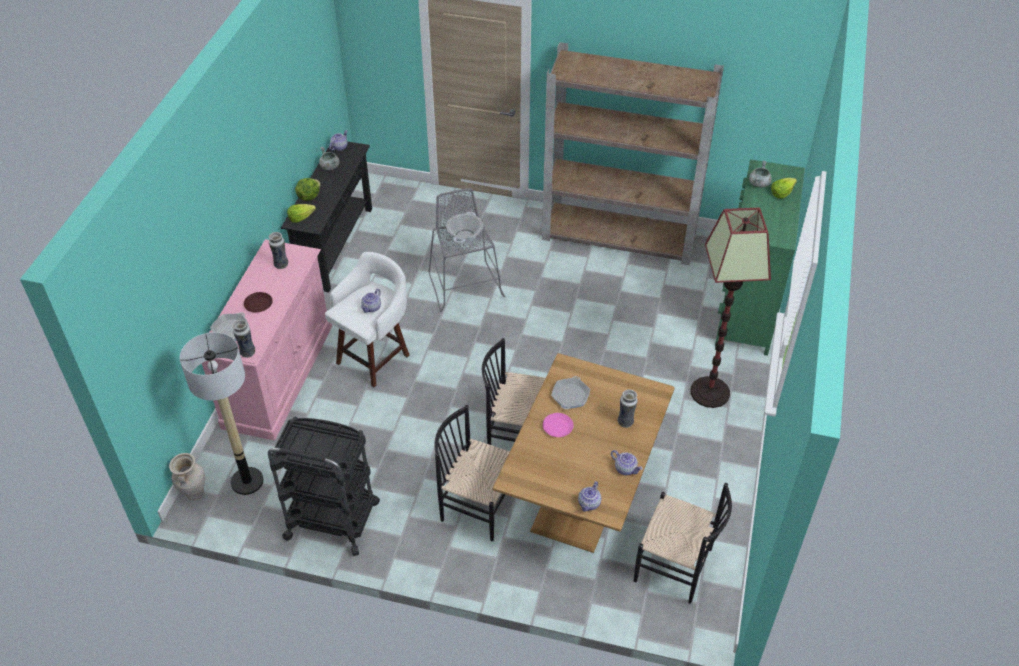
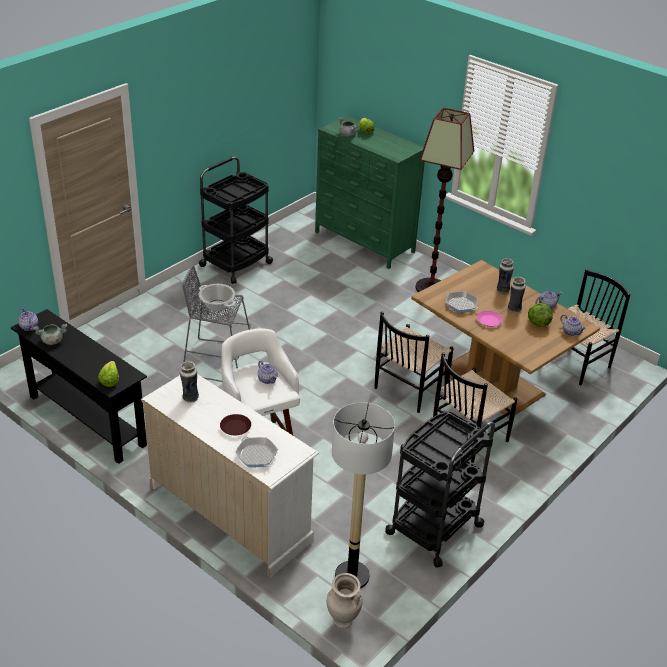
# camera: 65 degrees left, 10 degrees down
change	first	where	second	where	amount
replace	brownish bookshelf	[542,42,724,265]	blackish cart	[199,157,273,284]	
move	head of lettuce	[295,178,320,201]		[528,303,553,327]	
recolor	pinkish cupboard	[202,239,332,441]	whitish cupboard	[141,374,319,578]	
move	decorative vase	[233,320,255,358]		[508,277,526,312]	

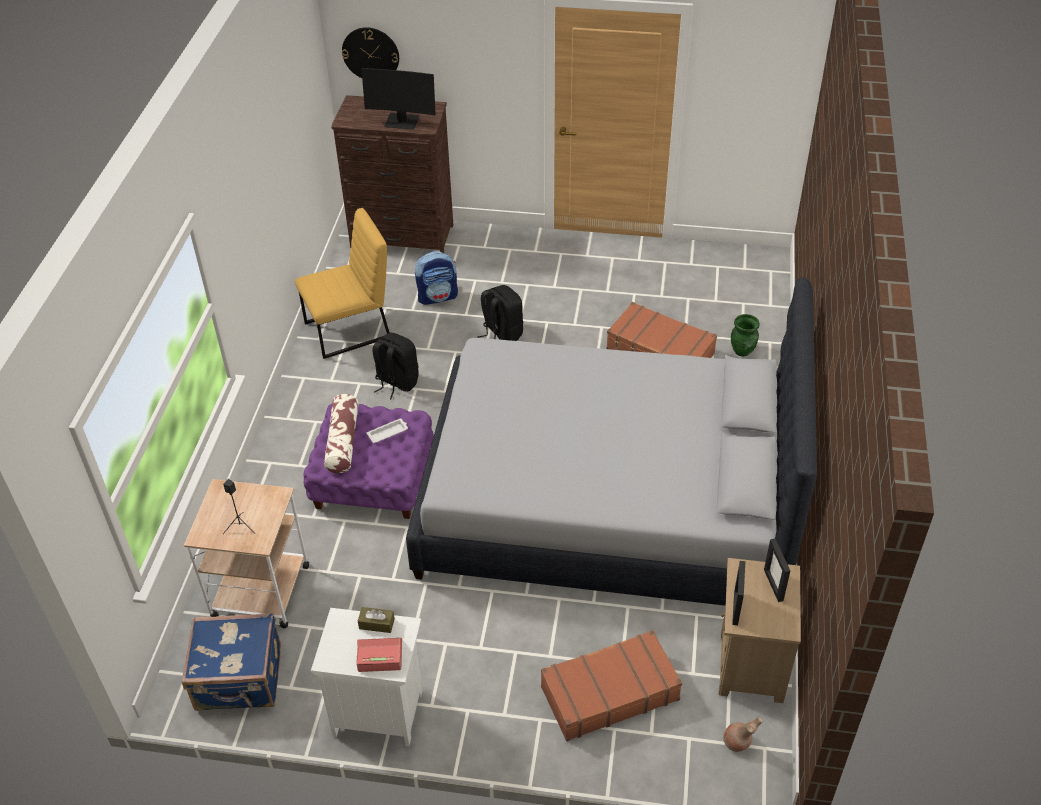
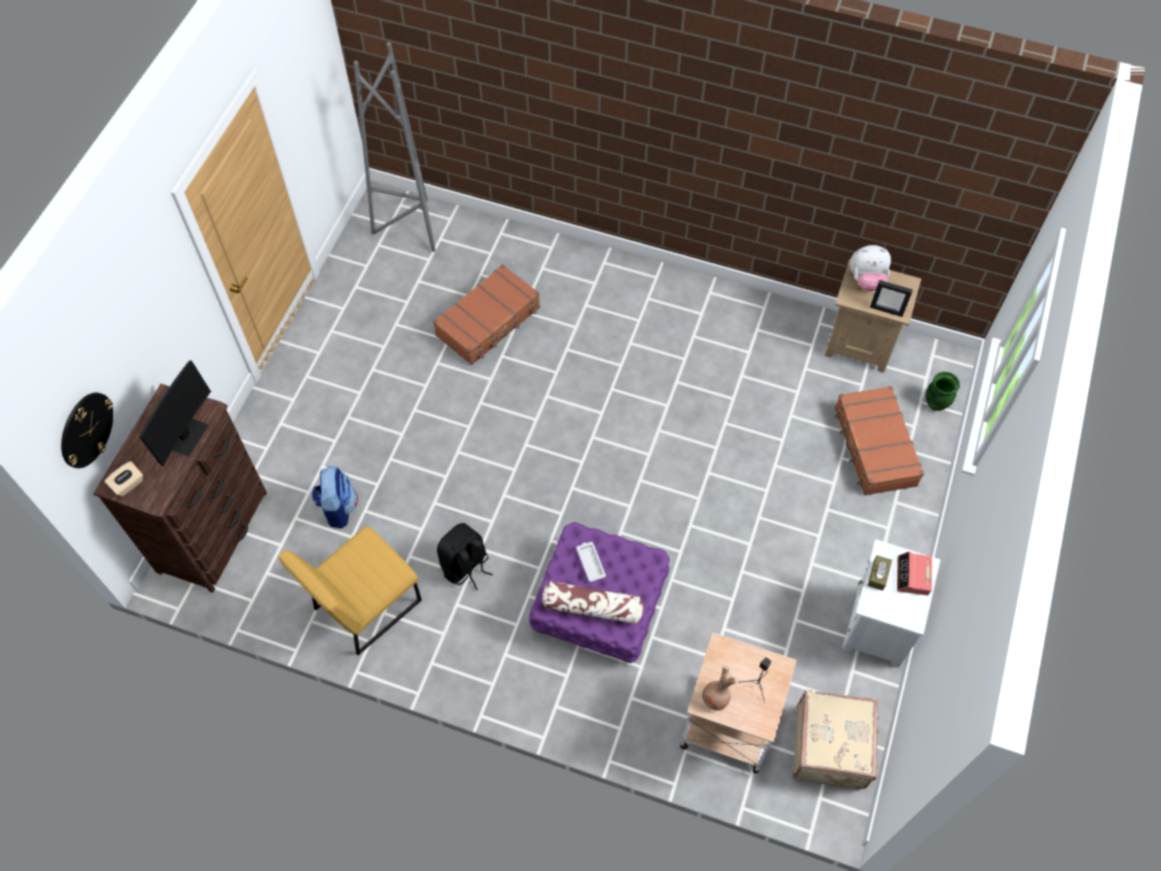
# camera: 80 degrees left, 15 degrees up
change	first	where	second	where	amount
rotate	yellow chair	[295,208,390,359]		[278,526,422,655]	120 degrees counterclockwise
delete	gray bedroom bed	[406,278,817,606]			
delete	blackish rucksack	[477,285,523,341]			
move	green-coloured decorative vase	[731,314,760,356]		[926,372,960,411]	
replace	picture frame	[764,538,790,602]	cuddly toy	[850,245,891,291]	
recolor	blue-coloured piece of luggage	[182,613,281,711]	beige-coloured piece of luggage	[793,690,879,789]	
move	brownish decorative vase	[723,717,763,752]		[702,666,738,711]	
insert			gray clothes rack	[354,42,436,252]	
insert			beige-coloured tissue holder	[105,461,143,497]	

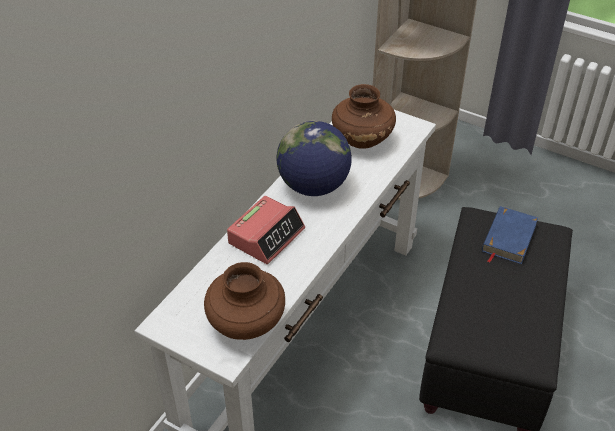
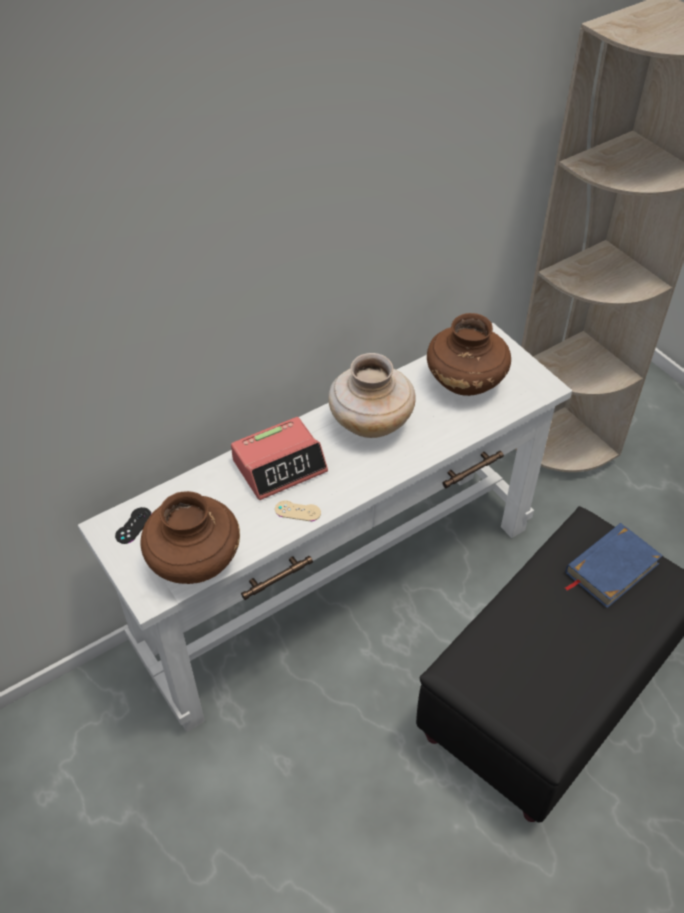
# camera: 25 degrees right, 5 degrees up
change	first	where	second	where	amount
replace	desk globe	[276,121,352,196]	beige-coloured decorative vase	[328,353,416,438]	
insert			beige-coloured joypad	[275,500,321,521]	
insert			blackish joypad	[115,507,152,544]	

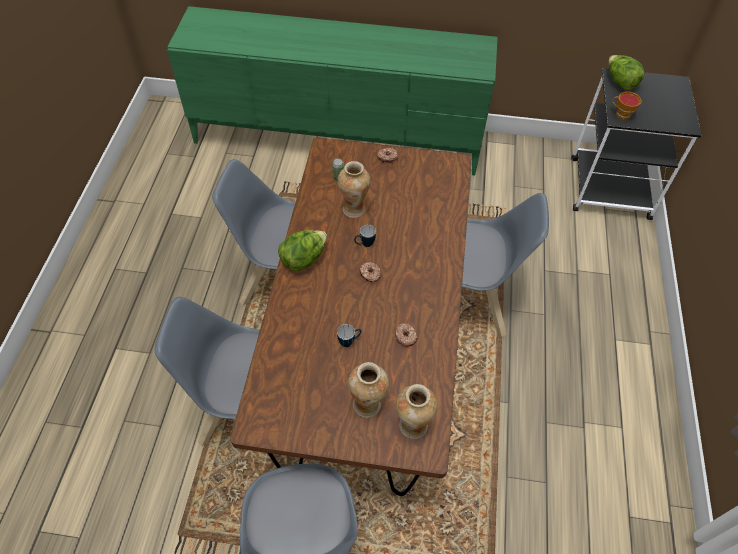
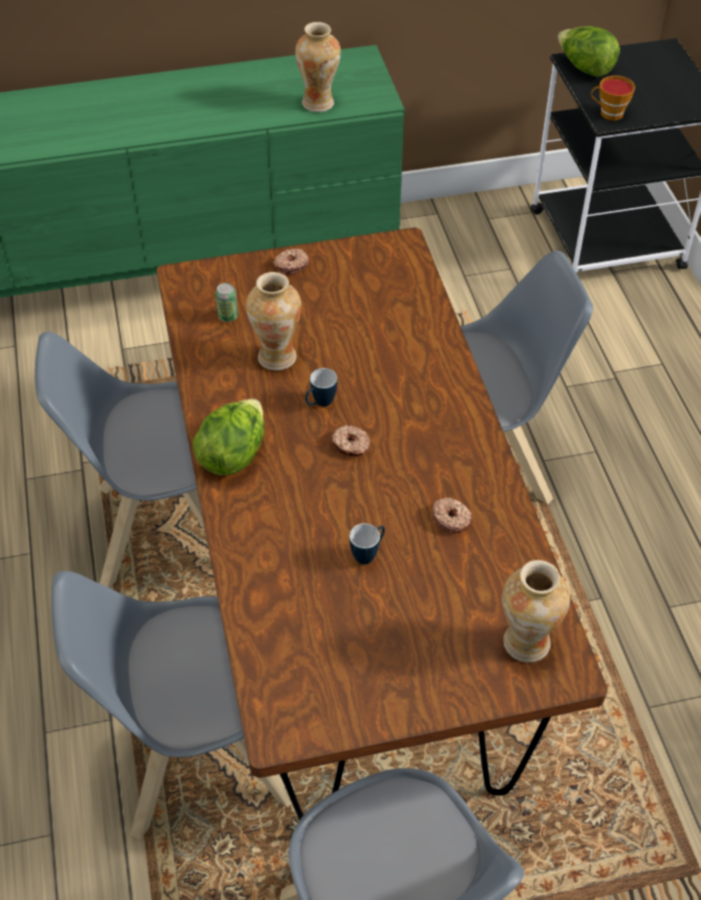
# camera: 20 degrees left, 5 degrees down
change	first	where	second	where	amount
move	decorative vase	[348,362,389,418]		[295,22,341,112]	

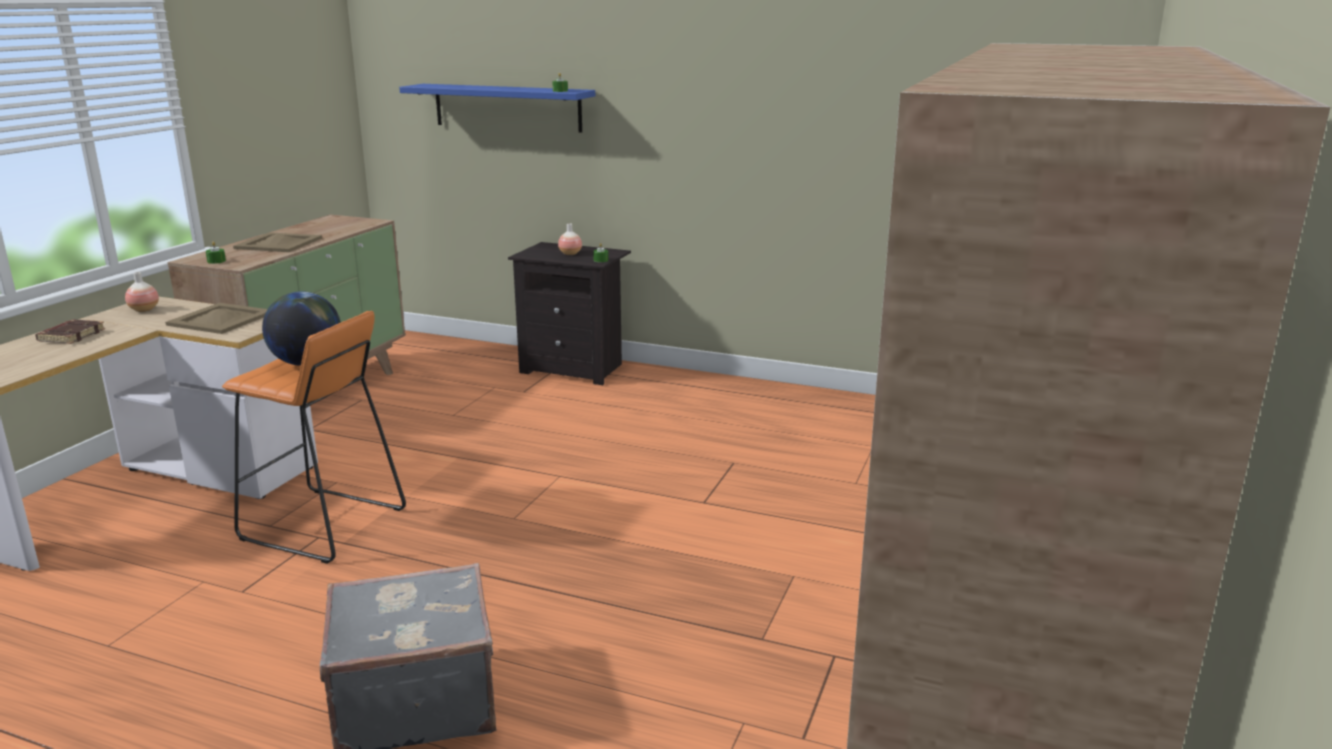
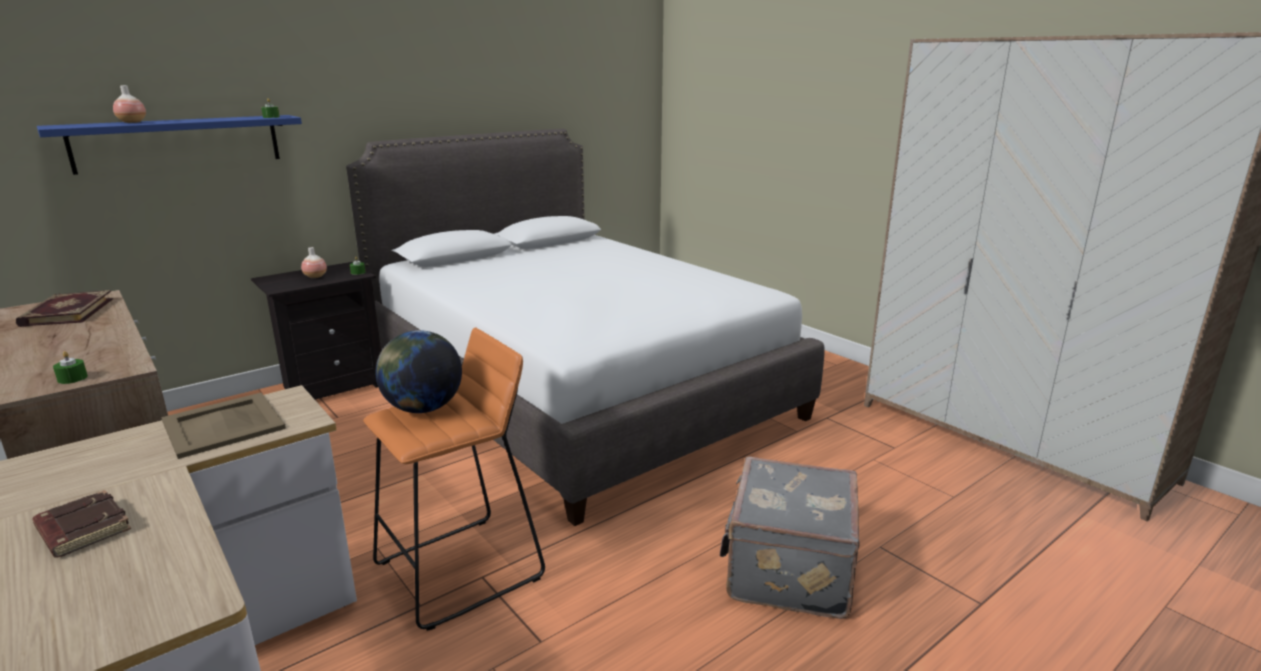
# camera: 60 degrees left, 0 degrees up
change	first	where	second	where	amount
delete	beige-coloured carrying tray	[233,232,322,252]			
move	decorative vase	[125,272,159,312]		[113,85,146,123]	
insert			whitish bedroom bed	[346,129,824,526]	
insert			volume	[16,290,113,327]	

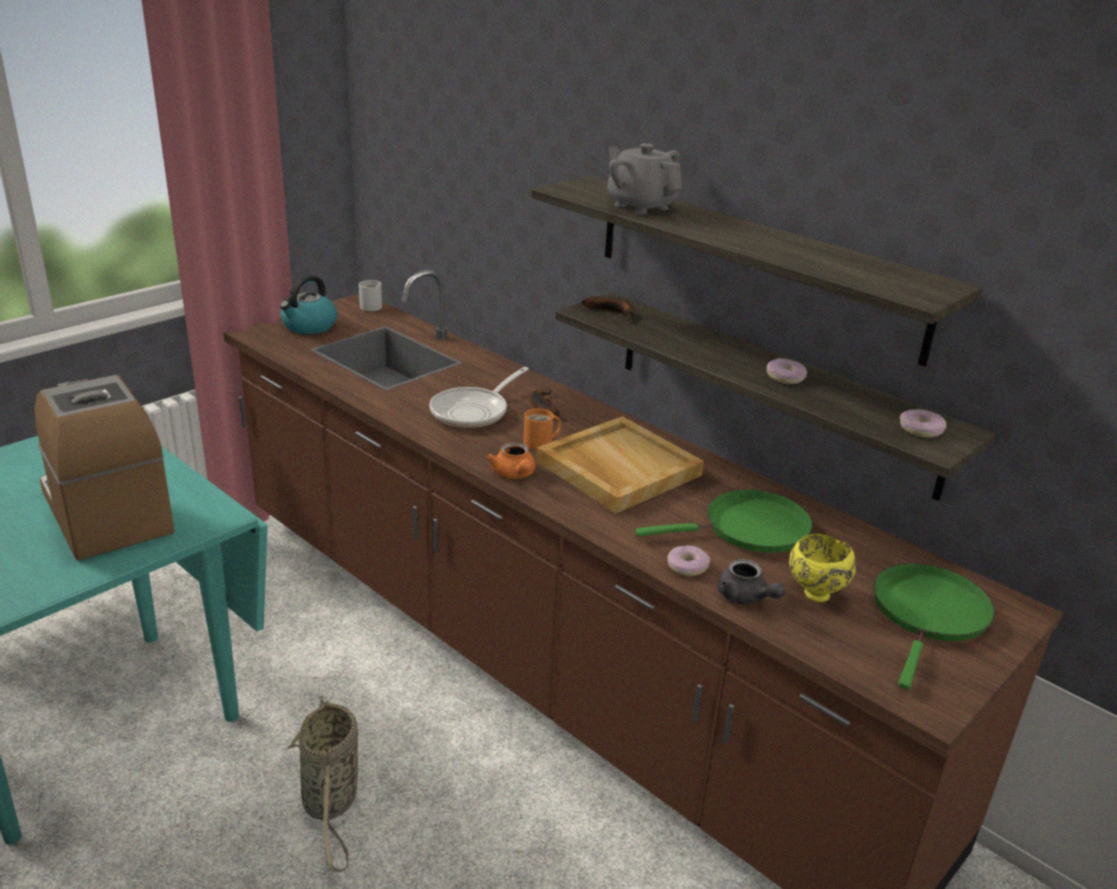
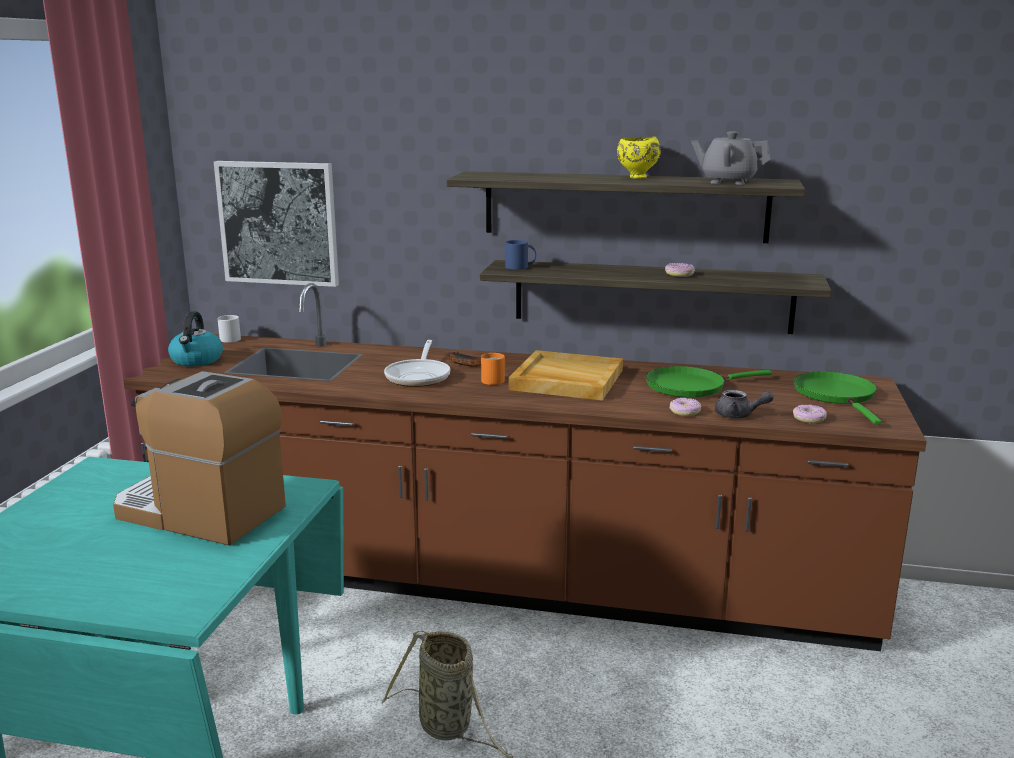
# camera: 30 degrees left, 10 degrees down
change	first	where	second	where	amount
move	gray teapot	[607,143,682,215]		[691,131,771,185]	
replace	banana fruit	[581,297,635,321]	blue-coloured mug	[505,240,536,270]	
move	donut	[899,409,947,438]		[793,405,827,423]	
delete	orange-coloured teapot	[487,442,535,479]			
rotate	green-coloured pan	[635,489,813,553]		[646,366,772,398]	150 degrees counterclockwise
move	yellow serving bowl	[789,534,856,602]		[617,136,661,179]	
insert			picture	[214,161,339,287]	

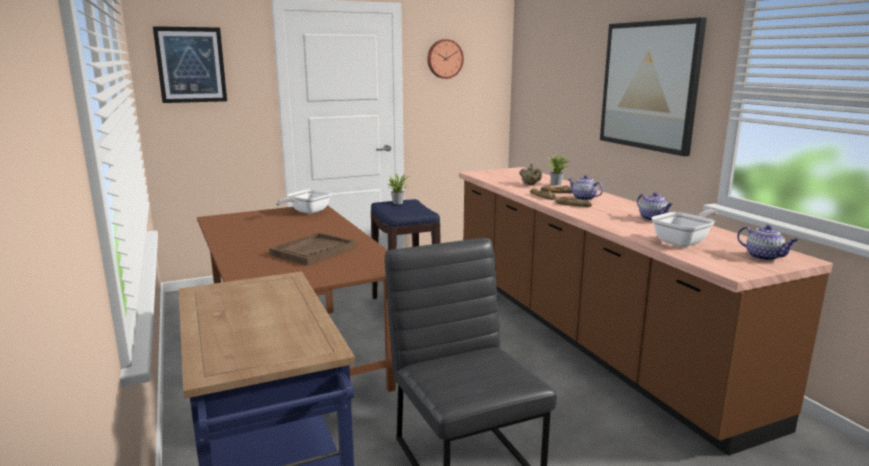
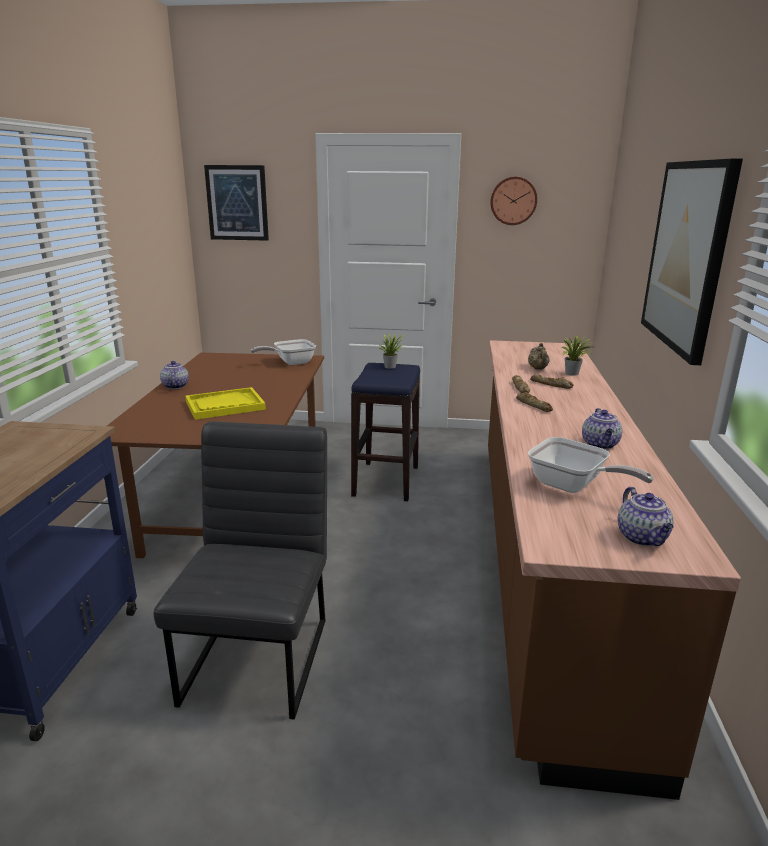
# camera: 30 degrees right, 5 degrees up
change	first	where	second	where	amount
move	teapot	[568,175,603,201]		[160,361,189,389]	
rotate	pan	[651,209,718,247]		[528,437,654,493]	45 degrees clockwise
recolor	brownish carrying tray	[269,233,356,266]	yellow carrying tray	[186,387,266,420]	

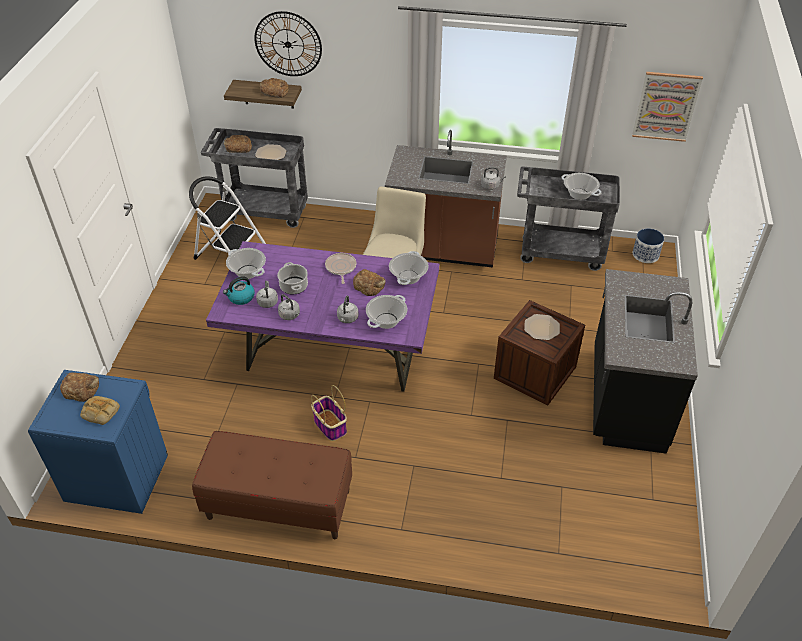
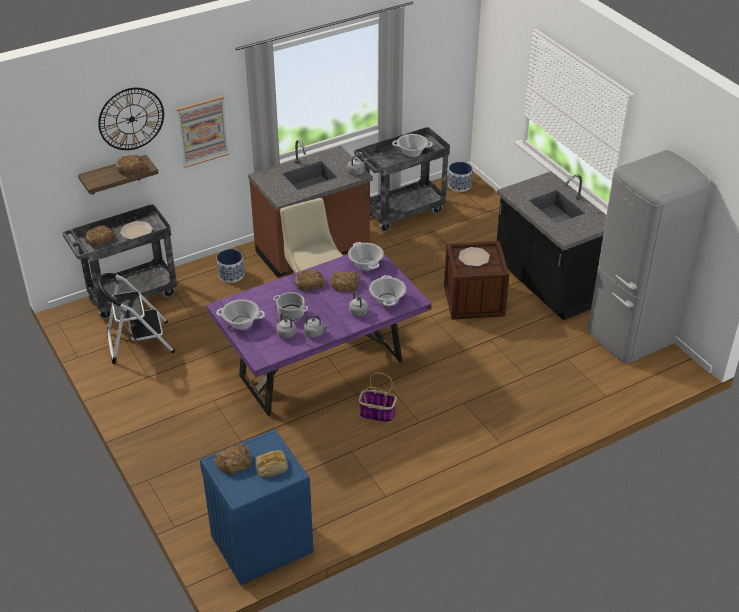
# camera: 40 degrees left, 5 degrees down
change	first	where	second	where	amount
move	picture	[632,72,703,142]		[176,96,229,168]	
replace	pan	[325,253,356,284]	baked bread	[295,270,325,291]	
delete	tea kettle	[223,276,255,305]			
delete	brownish indoor bench	[192,431,352,539]			
insert			gray kitchen fridge	[588,150,710,363]	
insert			flower pot	[217,249,244,283]	

